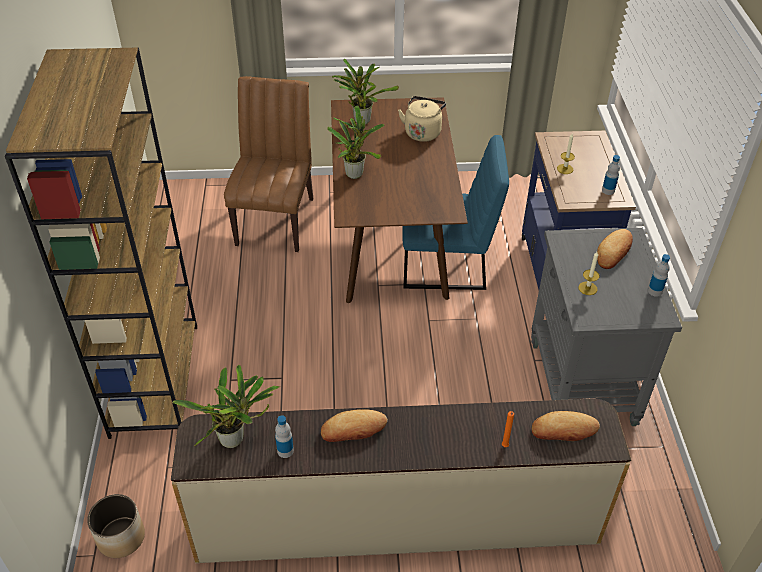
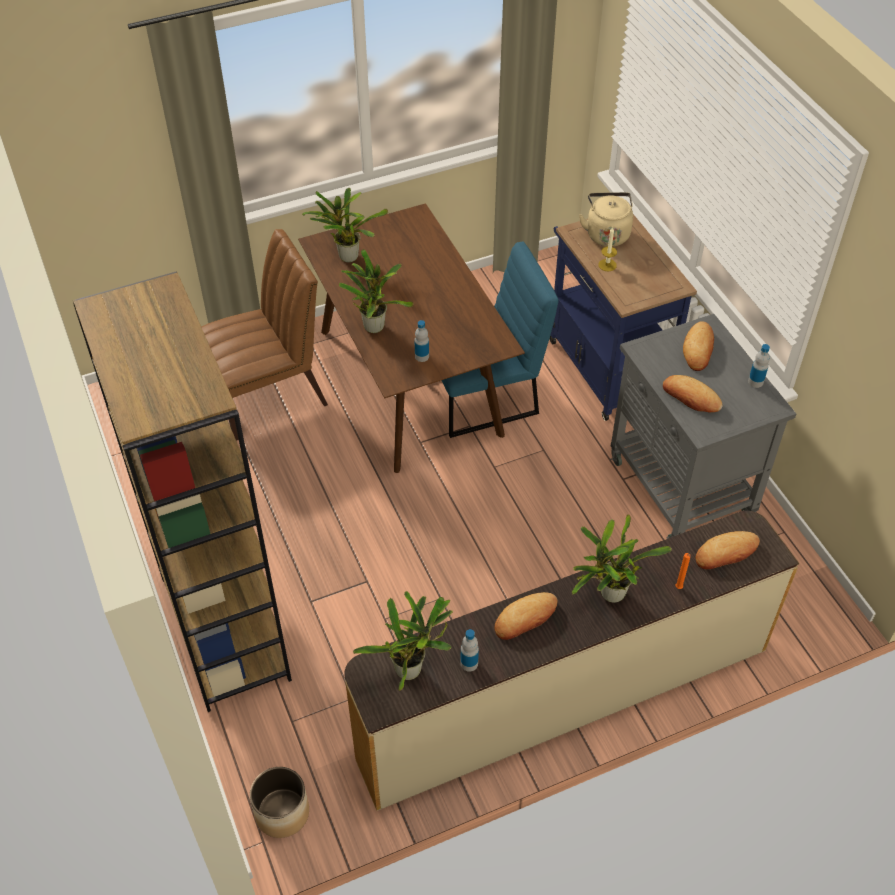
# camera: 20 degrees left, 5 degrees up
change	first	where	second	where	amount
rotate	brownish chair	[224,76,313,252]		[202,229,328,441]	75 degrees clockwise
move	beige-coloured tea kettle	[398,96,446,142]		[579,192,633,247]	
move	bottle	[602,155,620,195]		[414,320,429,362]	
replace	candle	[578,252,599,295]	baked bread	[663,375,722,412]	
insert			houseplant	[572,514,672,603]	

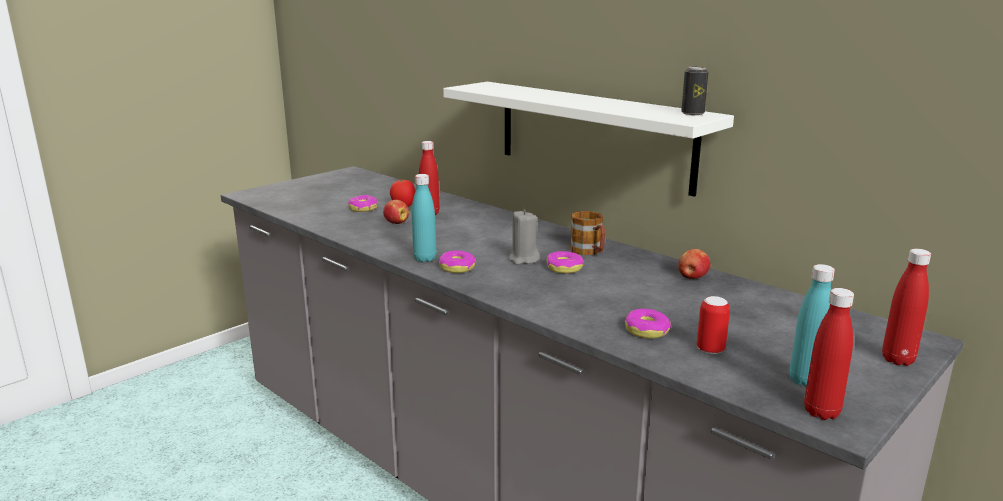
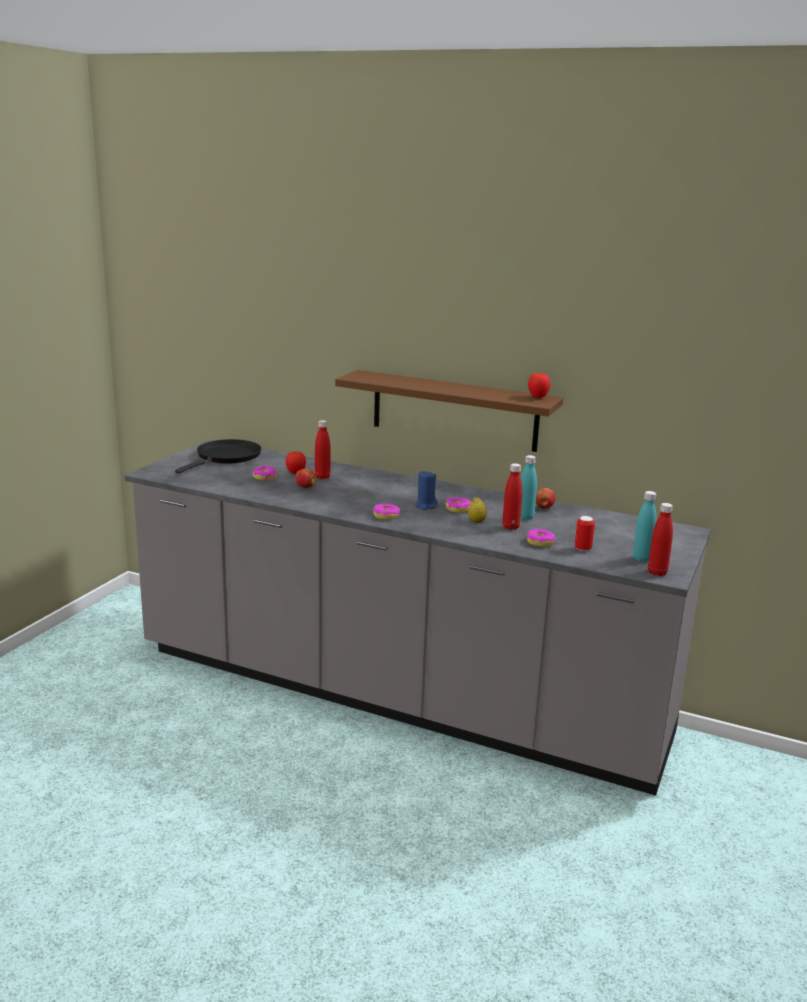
# camera: 20 degrees left, 0 degrees up
change	first	where	second	where	amount
replace	metal can	[681,66,708,115]	tomato	[528,372,550,398]	
recolor	whitish shelf	[443,82,734,197]	brownish shelf	[335,370,563,452]	
move	turquoise bottle	[412,174,436,262]		[521,455,537,520]	
recolor	gray candle	[508,210,540,265]	blue-coloured candle	[415,470,438,510]	
delete	mug	[570,211,605,255]			
move	red-coloured bottle	[882,249,931,366]		[502,463,522,530]	
insert			blackish pan	[175,439,261,474]	
insert			citrus fruit	[468,497,487,523]	

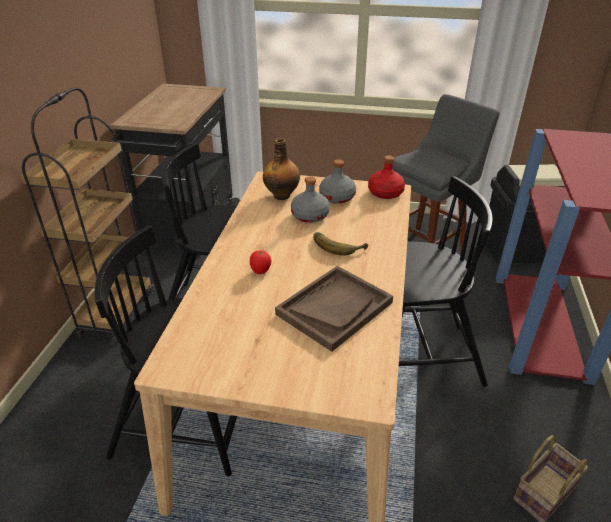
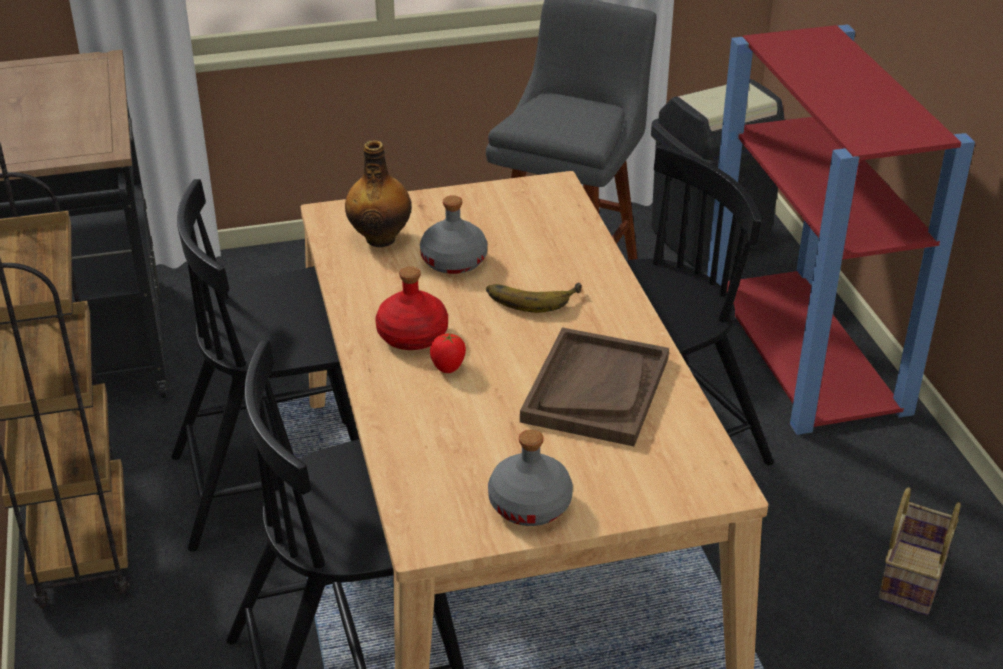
# camera: 25 degrees left, 0 degrees up
change	first	where	second	where	amount
move	red-coloured bottle	[368,155,405,199]		[375,266,448,350]	
move	gray bottle	[319,159,356,204]		[488,430,573,526]	

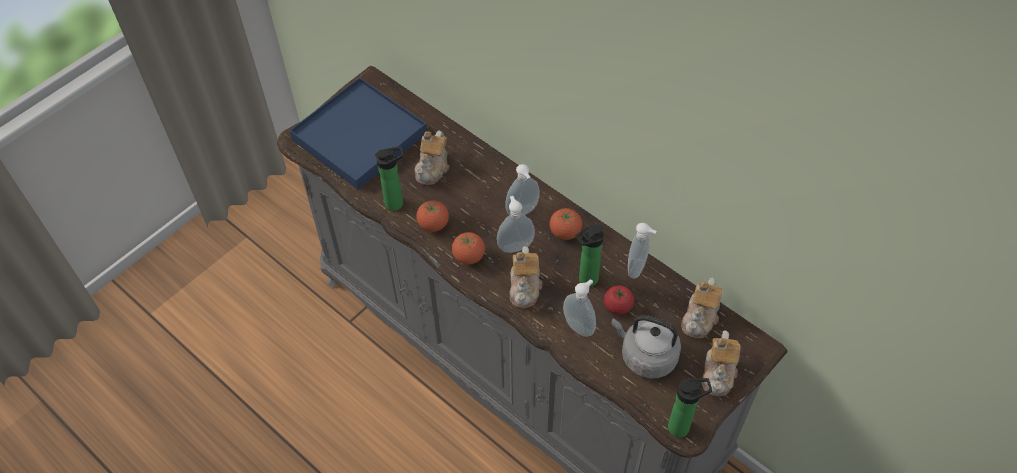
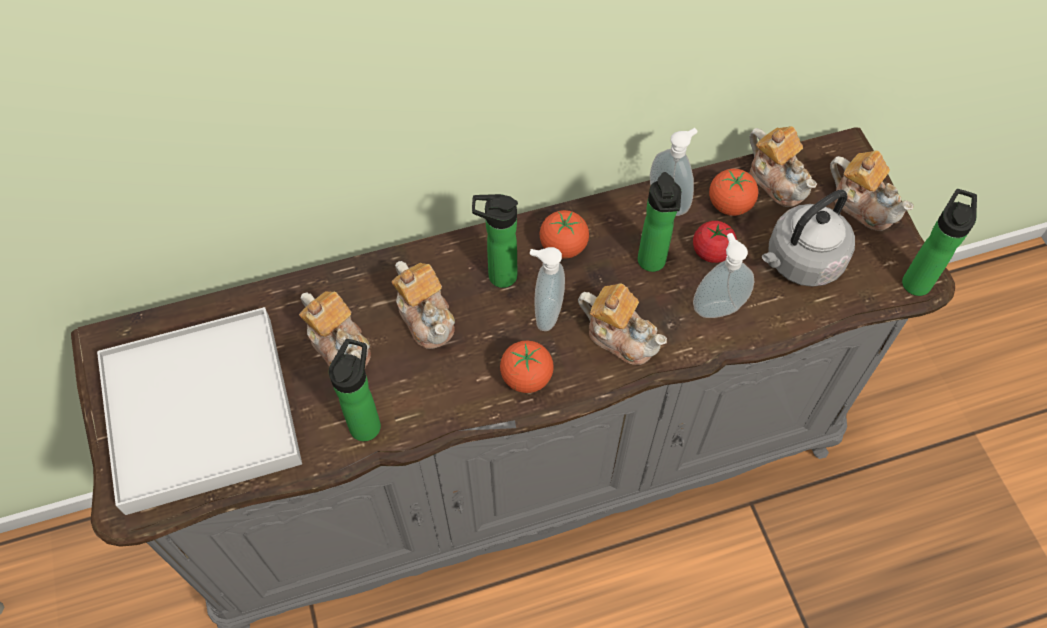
# camera: 60 degrees left, 5 degrees up
change	first	where	second	where	amount
recolor	blue-coloured carrying tray	[289,77,427,190]	whitish carrying tray	[97,307,302,515]	
replace	liquid soap bottle	[505,164,540,215]	bottle	[472,194,518,288]	
move	tomato	[416,200,449,232]		[709,169,758,216]	
insert			teapot	[391,261,455,349]	

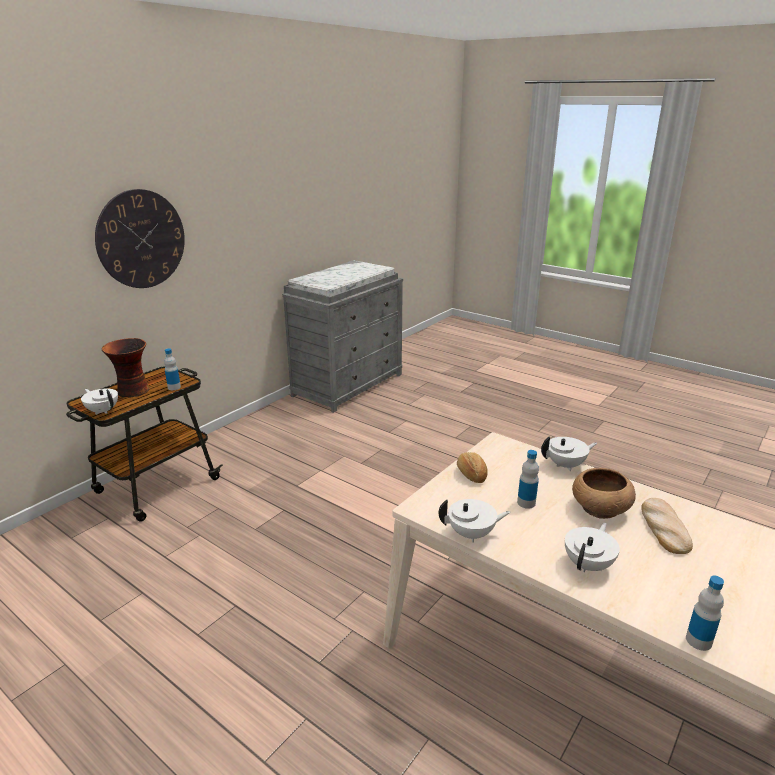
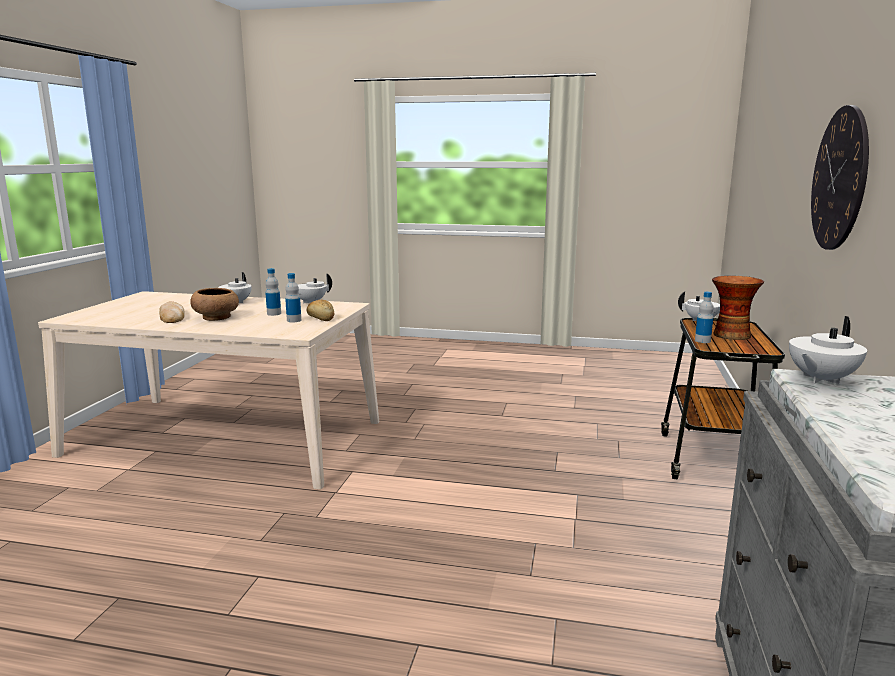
# camera: 155 degrees right, 10 degrees down
change	first	where	second	where	amount
move	whitish teapot	[541,437,597,471]		[789,316,867,384]	
move	bottle	[686,576,724,651]		[285,273,301,322]	

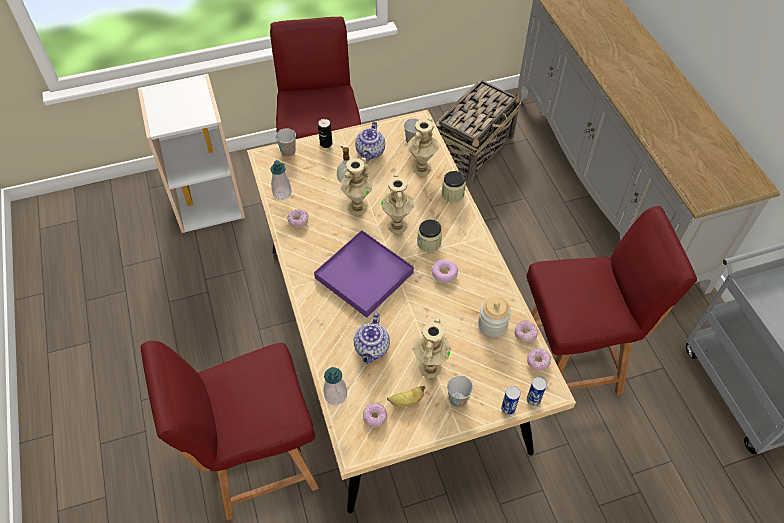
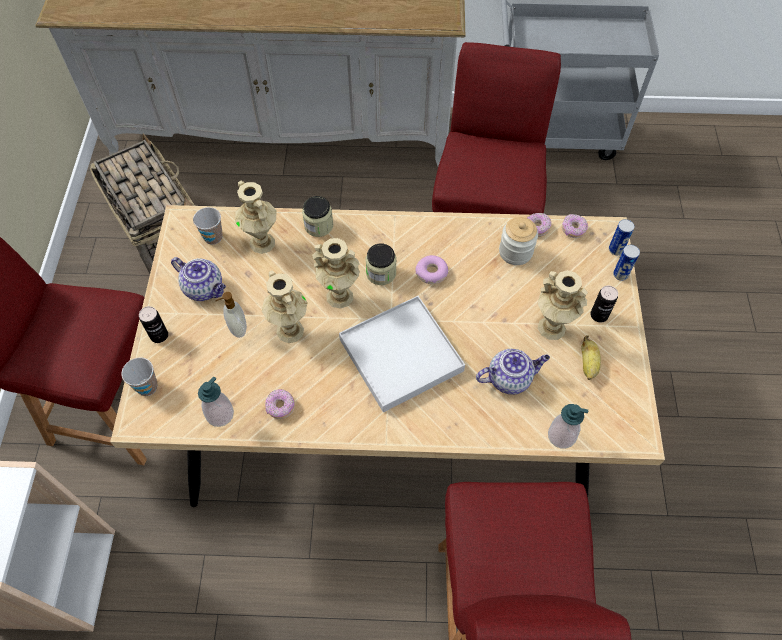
# camera: 70 degrees left, 5 degrees up
change	first	where	second	where	amount
recolor	purplish carrying tray	[314,230,414,318]	whitish carrying tray	[339,296,465,412]	
rotate	teapot	[354,313,390,364]		[476,349,550,395]	45 degrees counterclockwise
replace	drinking cup	[447,375,473,408]	metal can	[590,286,618,322]	
delete	donut	[363,403,387,428]			

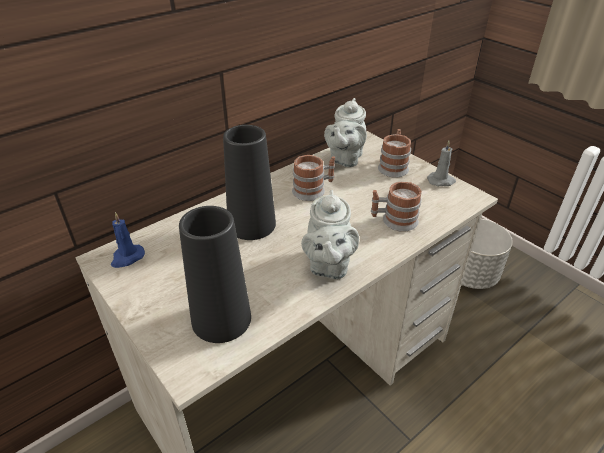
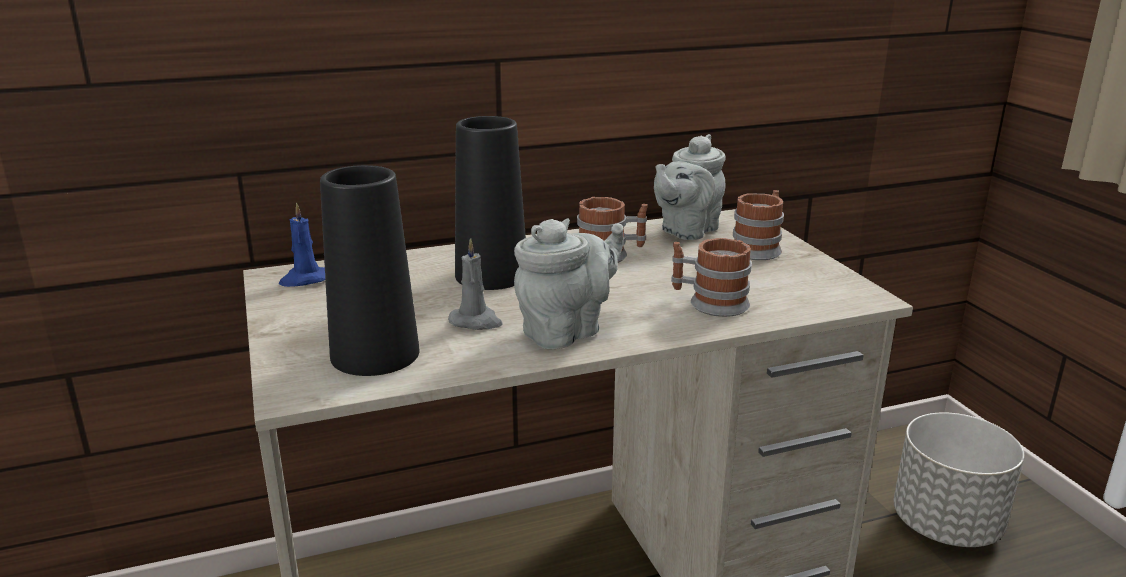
# camera: 20 degrees right, 15 degrees down
change	first	where	second	where	amount
move	gray candle	[427,141,456,186]		[448,238,502,330]	
rotate	gray teapot	[301,190,359,280]		[514,218,624,349]	150 degrees counterclockwise

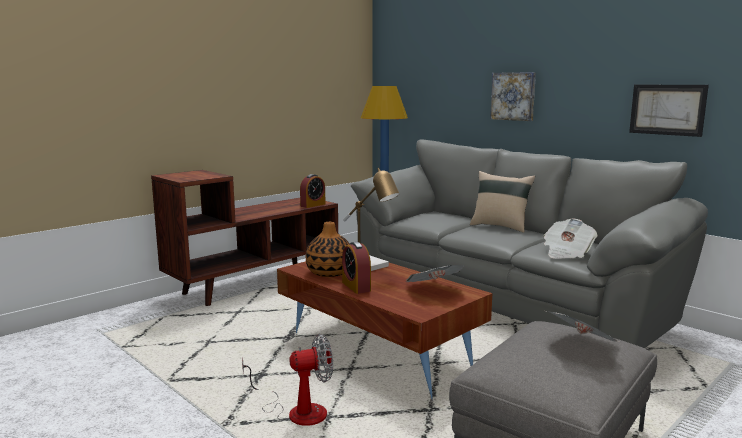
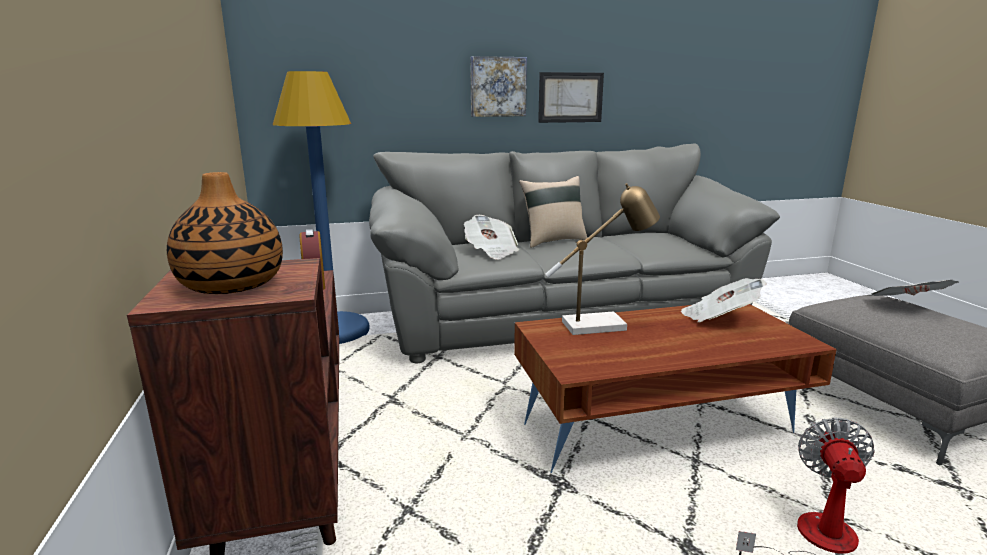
# camera: 60 degrees left, 5 degrees up
change	first	where	second	where	amount
move	picture	[629,85,709,137]		[538,72,604,123]	
move	printed paper	[543,218,597,259]		[464,215,519,260]	
move	decorative vase	[306,222,350,277]		[167,172,283,294]	
delete	bedside clock	[342,242,371,294]			

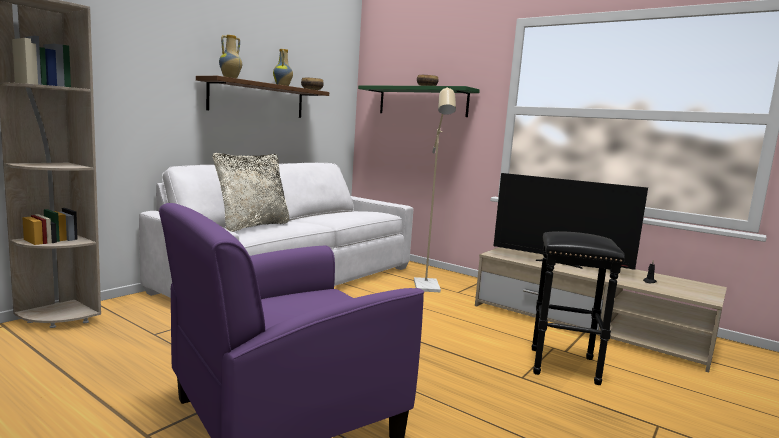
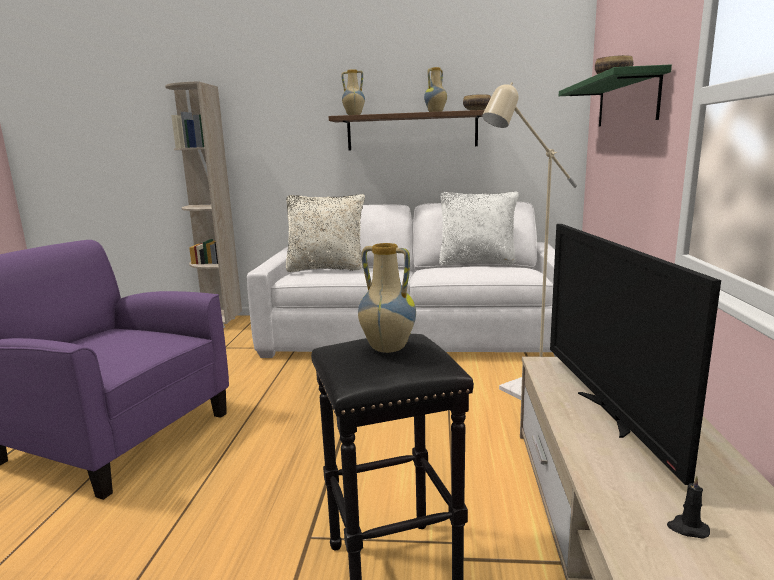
# camera: 60 degrees right, 5 degrees up
change	first	where	second	where	amount
insert			whitish cushion	[439,191,519,266]	
insert			decorative vase	[358,243,416,353]	

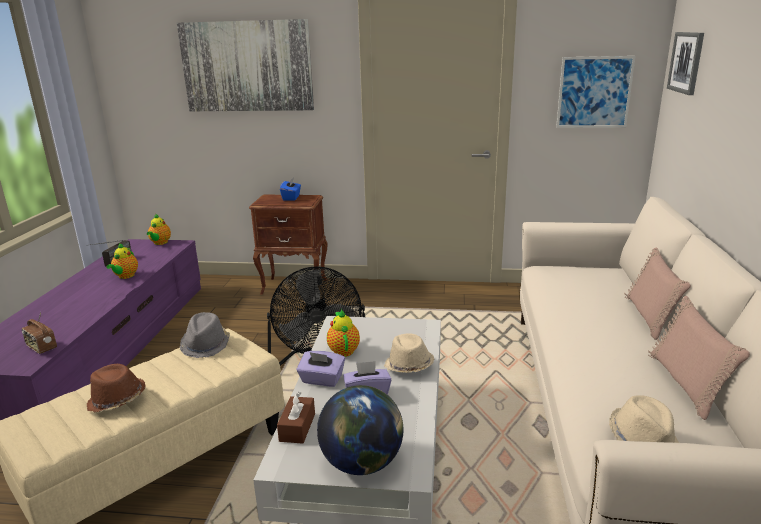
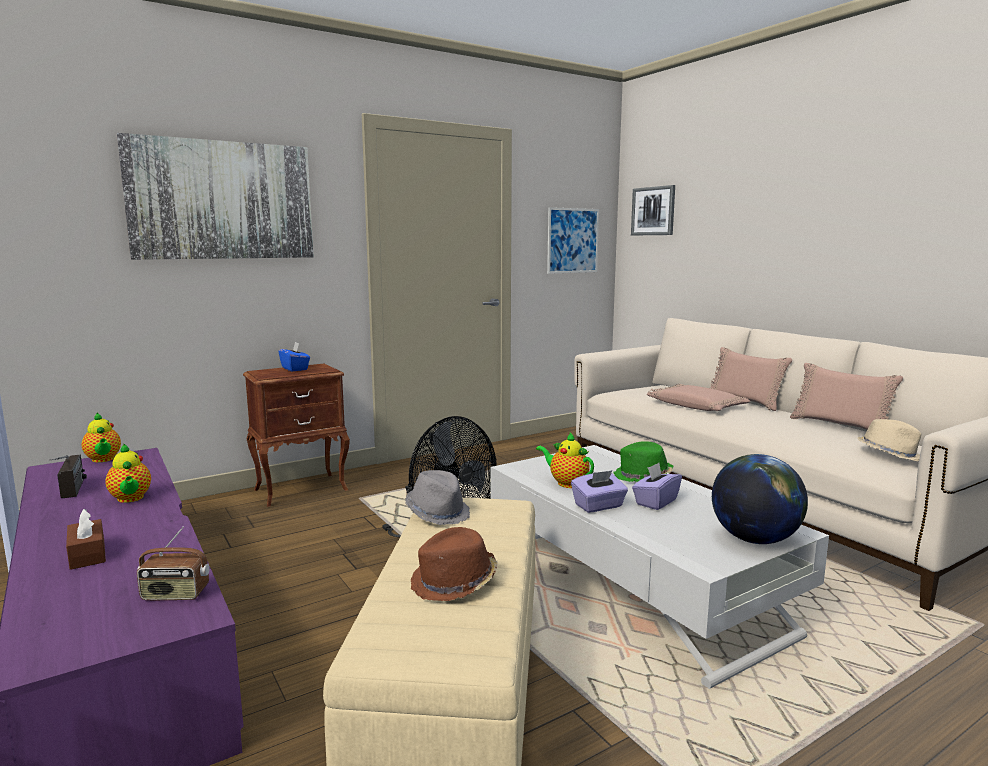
# camera: 40 degrees left, 10 degrees down
change	first	where	second	where	amount
recolor	beige-coloured hat	[384,333,434,373]	green-coloured hat	[613,441,673,482]	
move	brownish tissue holder	[277,392,315,444]		[66,509,106,570]	
insert			beige-coloured cushion	[647,384,750,411]	

